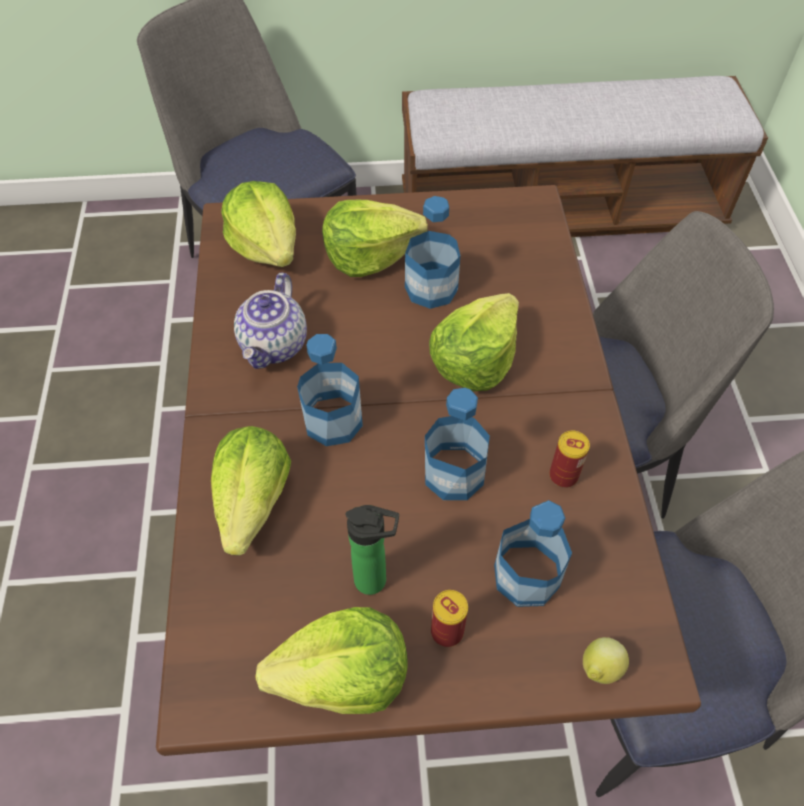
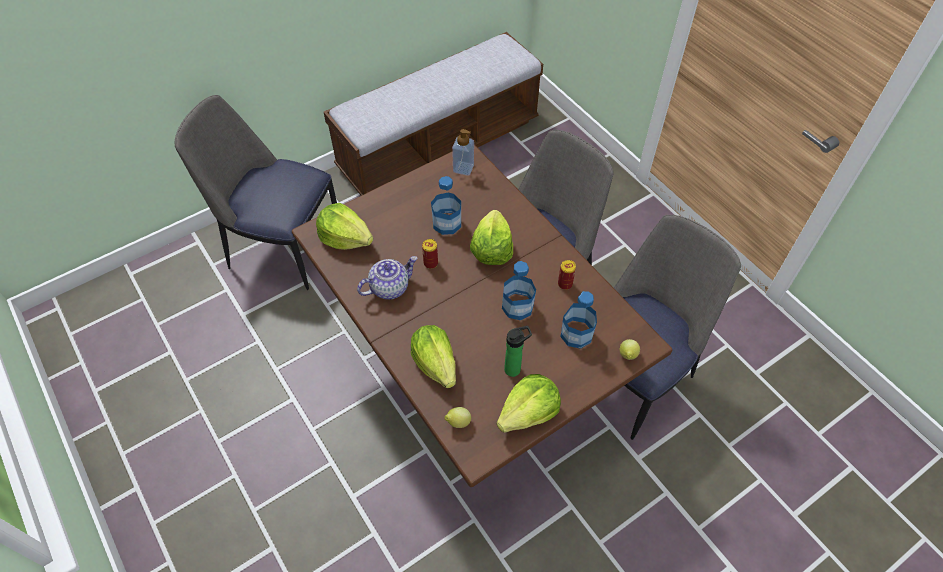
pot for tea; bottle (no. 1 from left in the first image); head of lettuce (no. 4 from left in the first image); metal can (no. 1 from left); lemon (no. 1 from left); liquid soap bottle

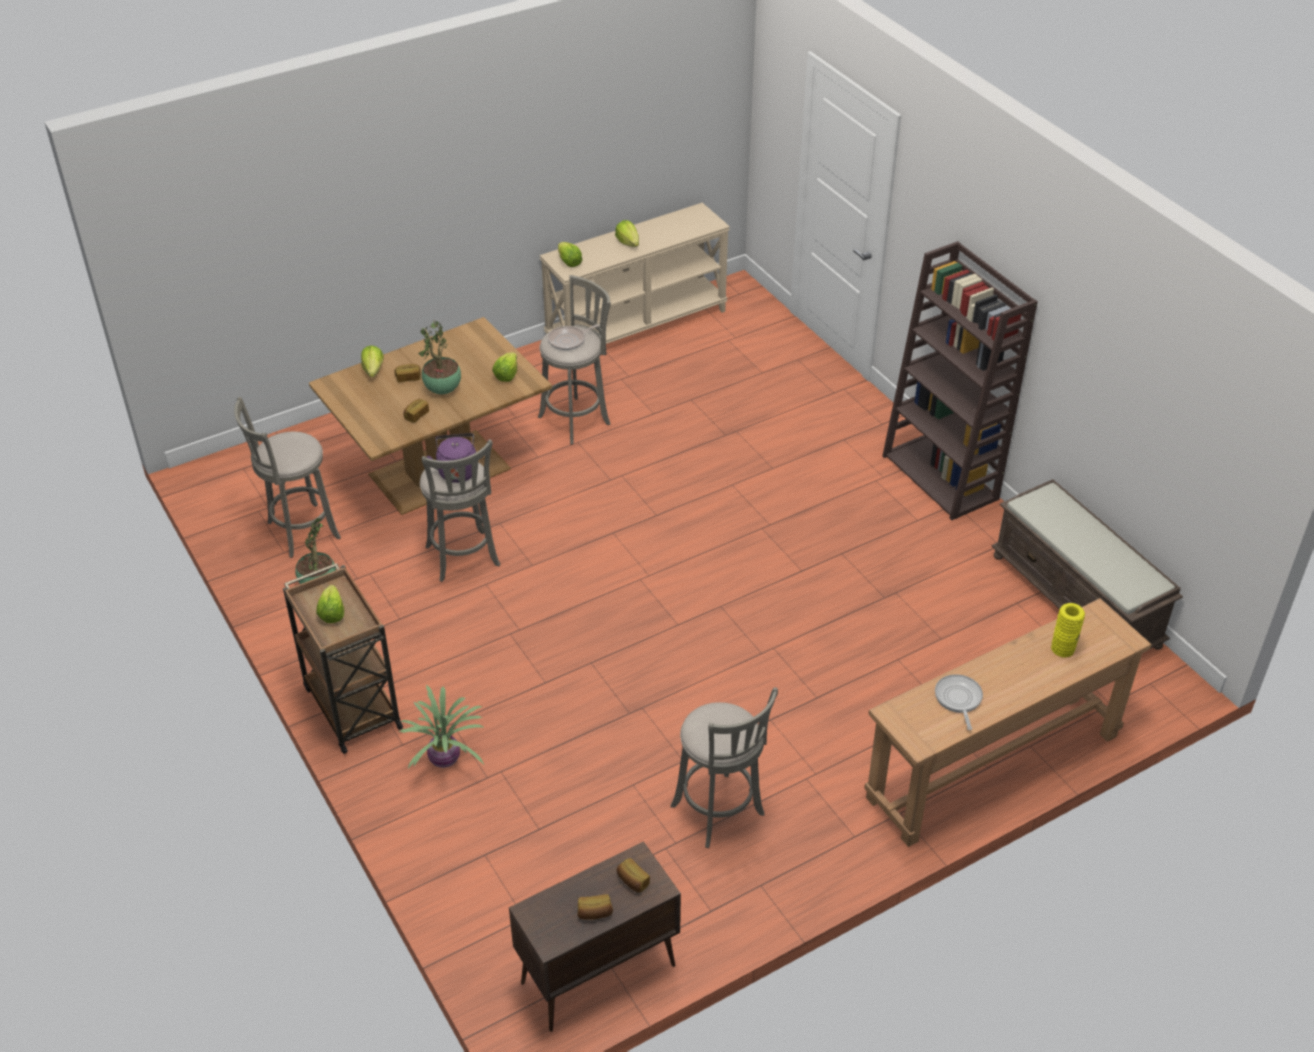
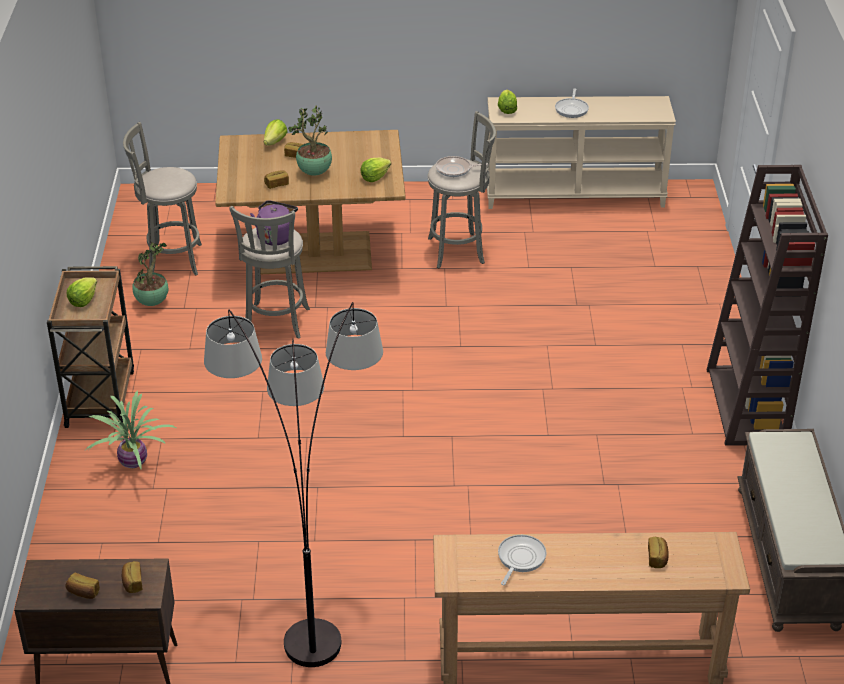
frying pan (no. 3 from left); standard lamp; baked bread (no. 5 from left)

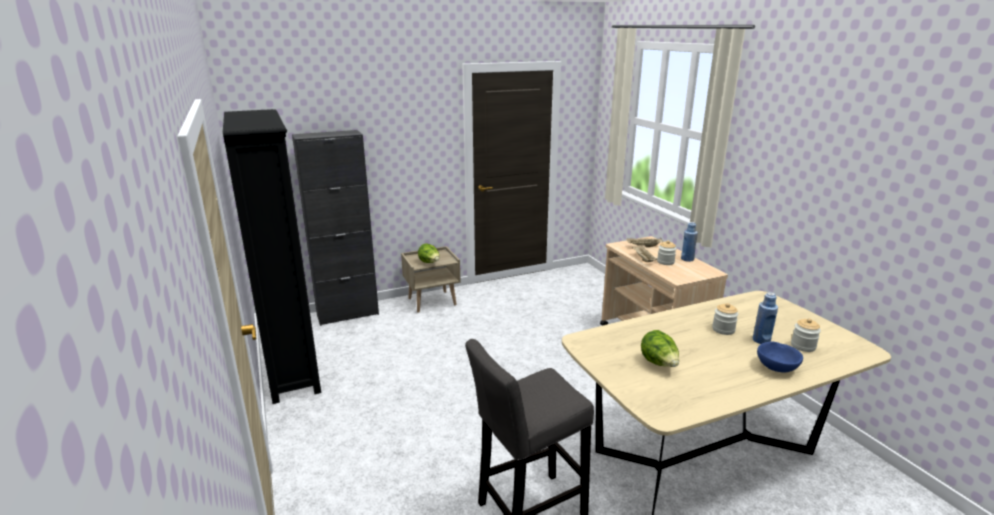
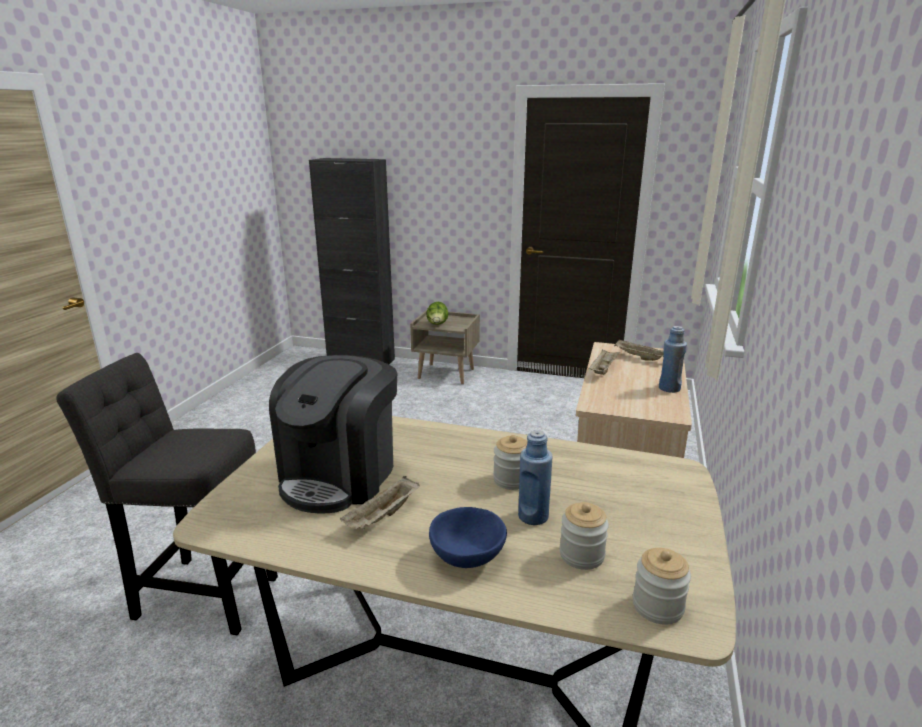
blackish shelving unit; coffee brewer; preserve jar (no. 3 from left); beige-coloured serving tray (no. 1 from left)

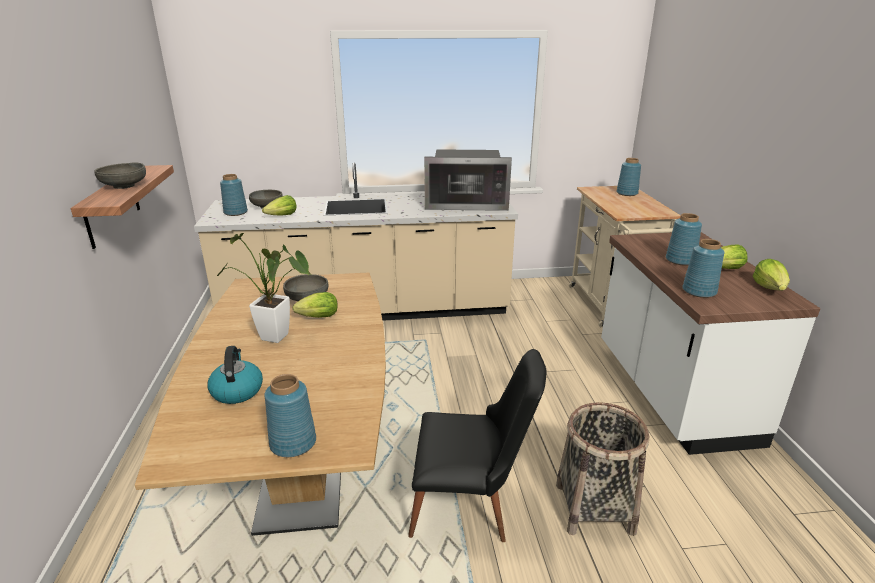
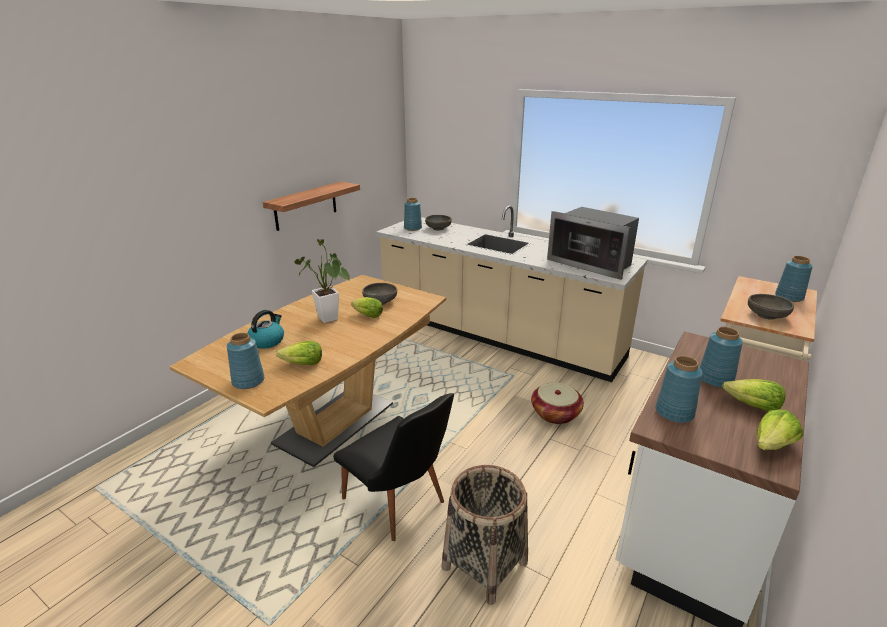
grey deep dish (no. 3 from left); head of lettuce (no. 1 from left); storage basket (no. 2 from left)

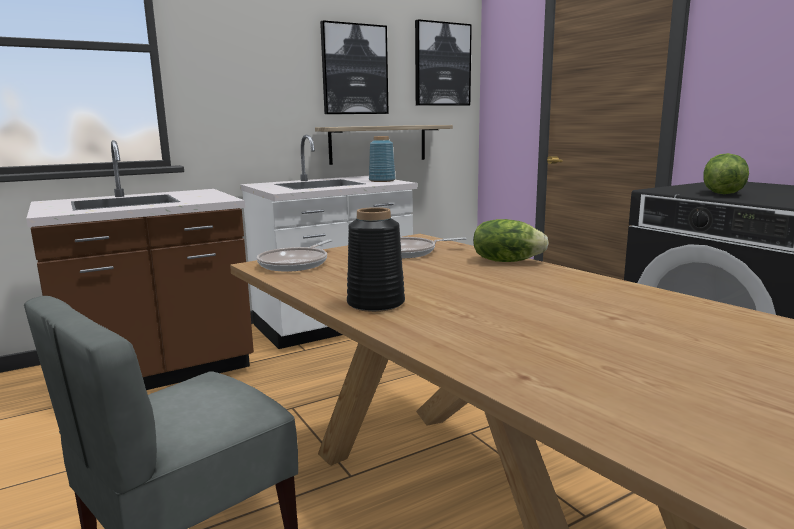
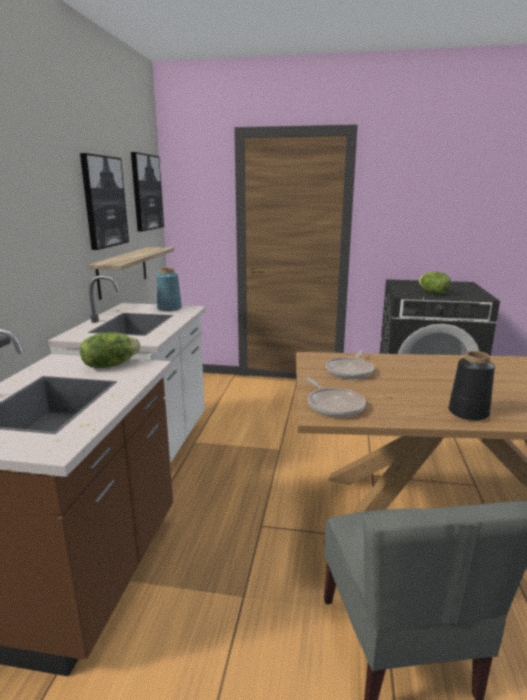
head of lettuce (no. 1 from left)

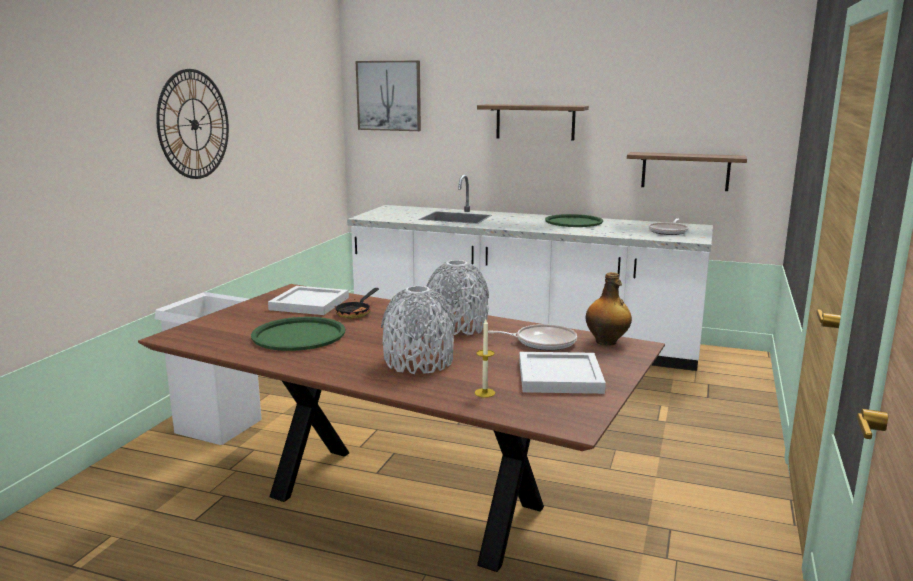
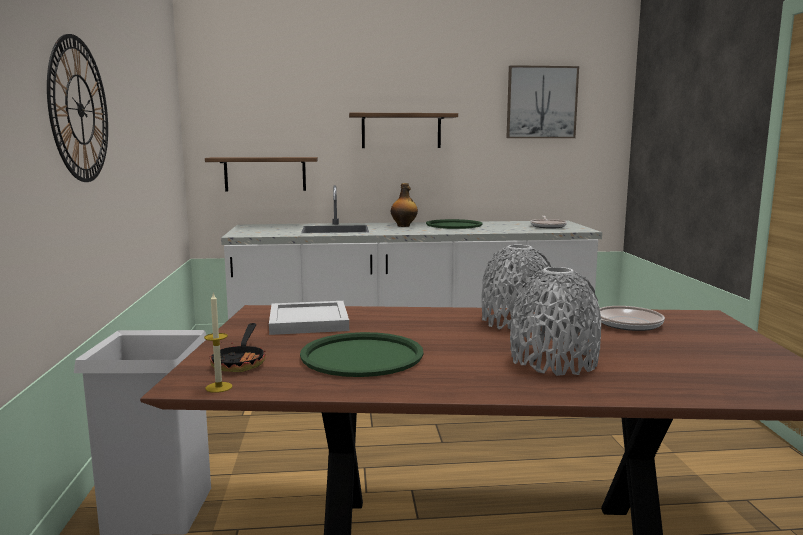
frying pan (no. 1 from left); wall art; candle; whitish serving tray (no. 2 from left in the first image); bottle; wall shelf (no. 1 from left)

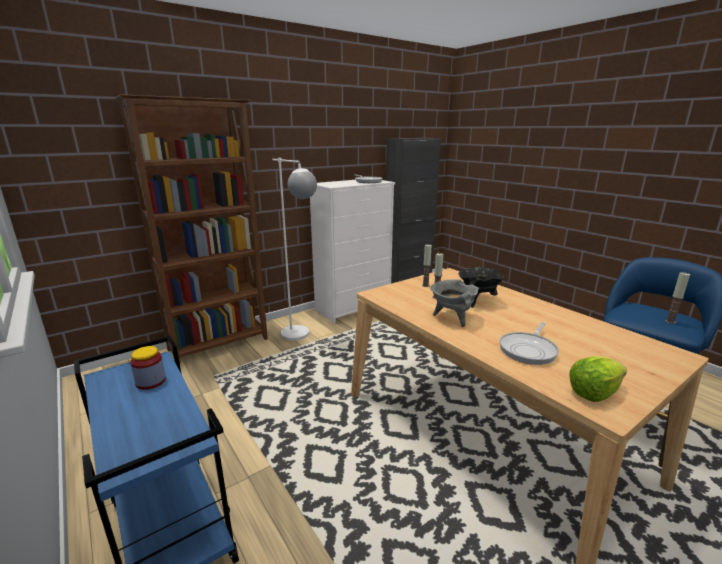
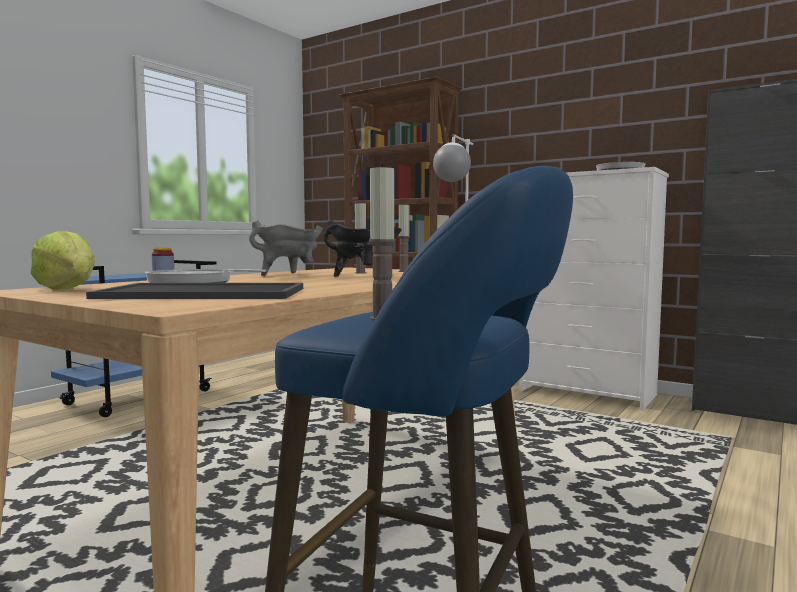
serving tray

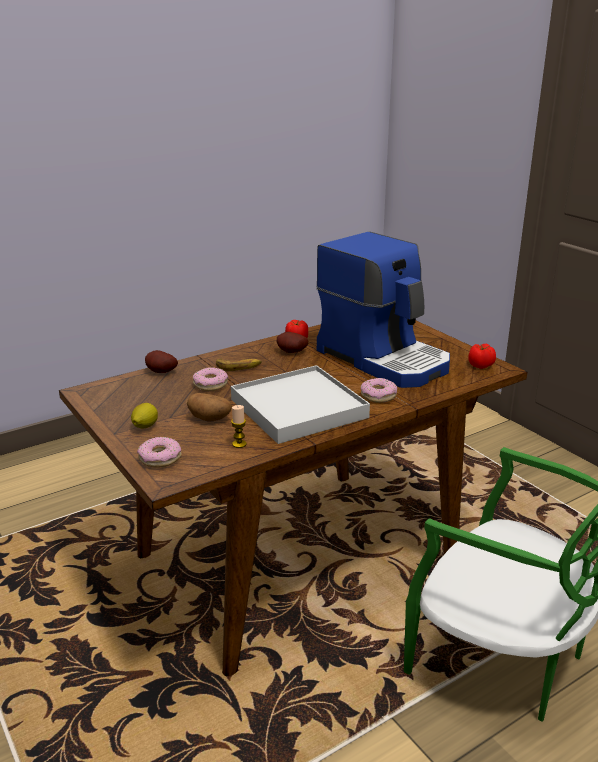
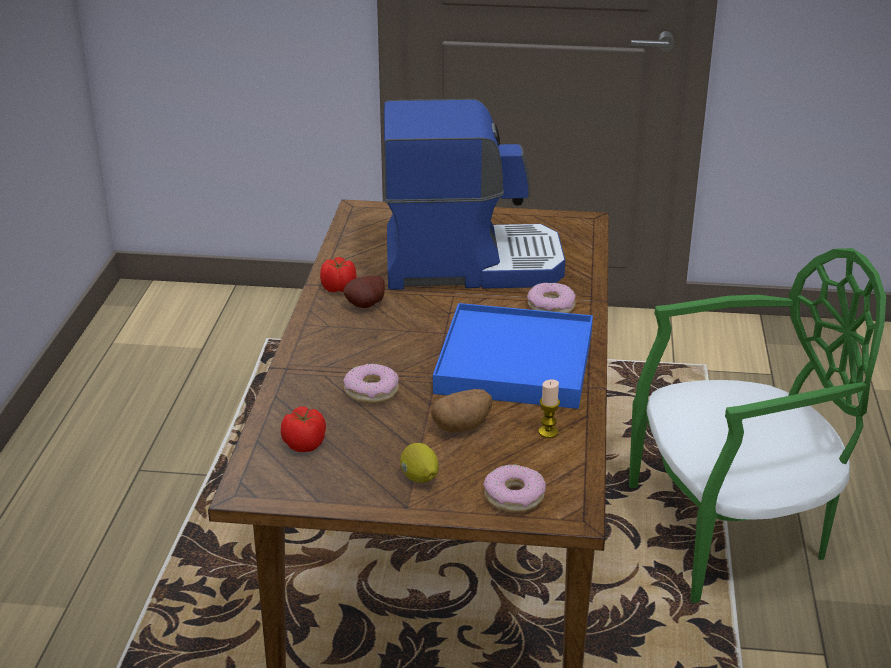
whole potato (no. 1 from left in the first image); banana fruit; blue serving tray; tomato (no. 1 from left)

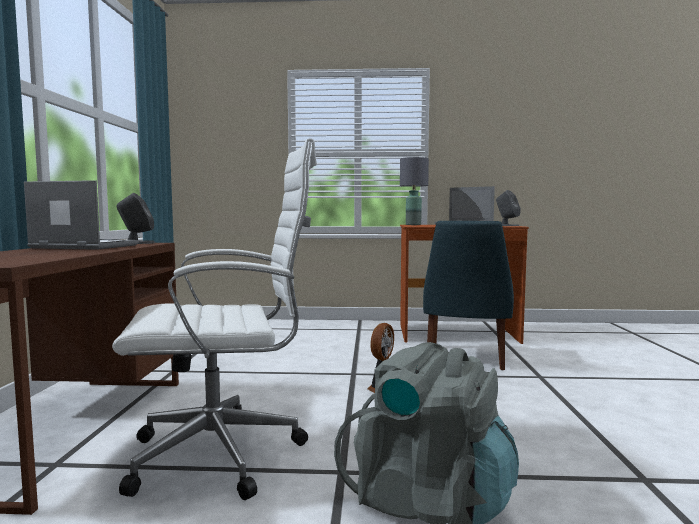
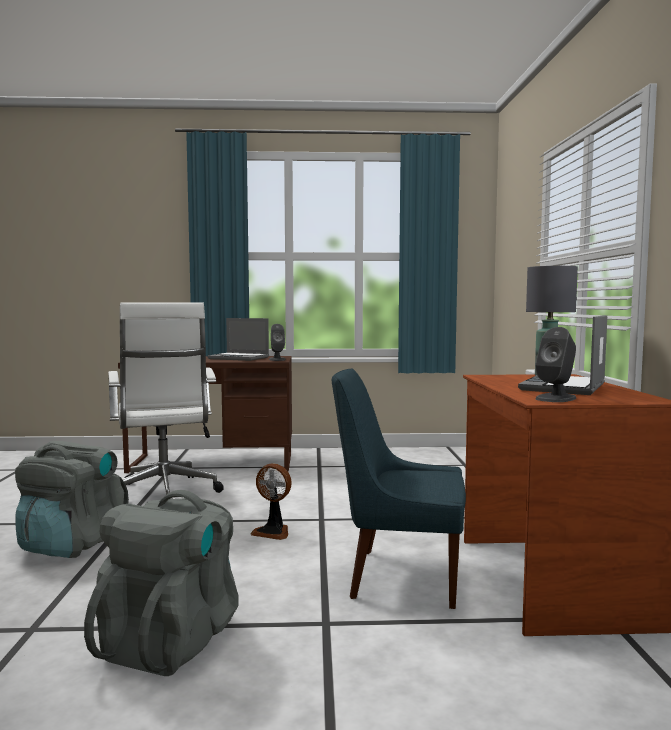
notebook computer (no. 1 from left); grey backpack (no. 2 from left)

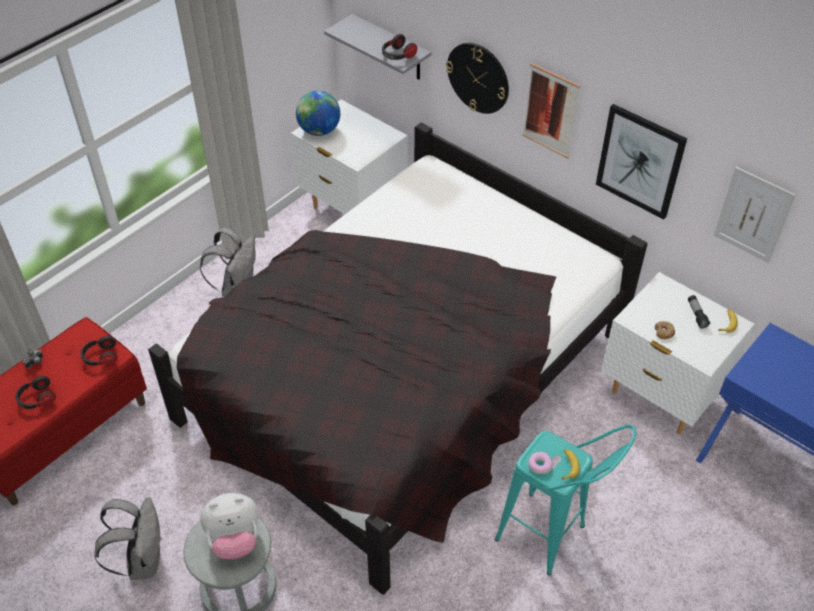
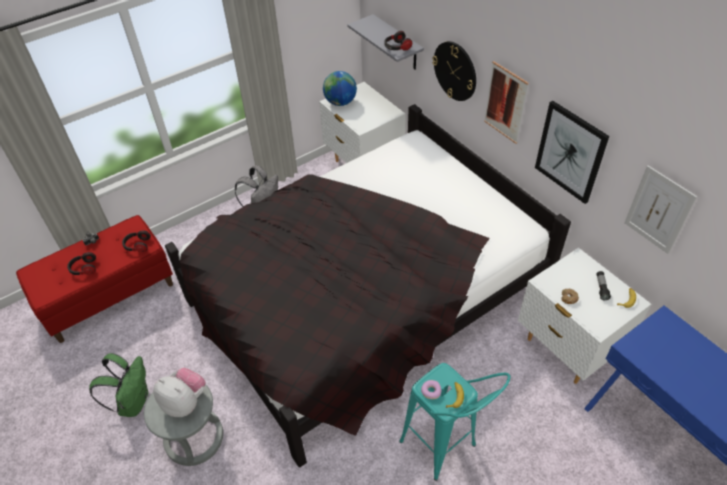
green-coloured backpack; cuddly toy

